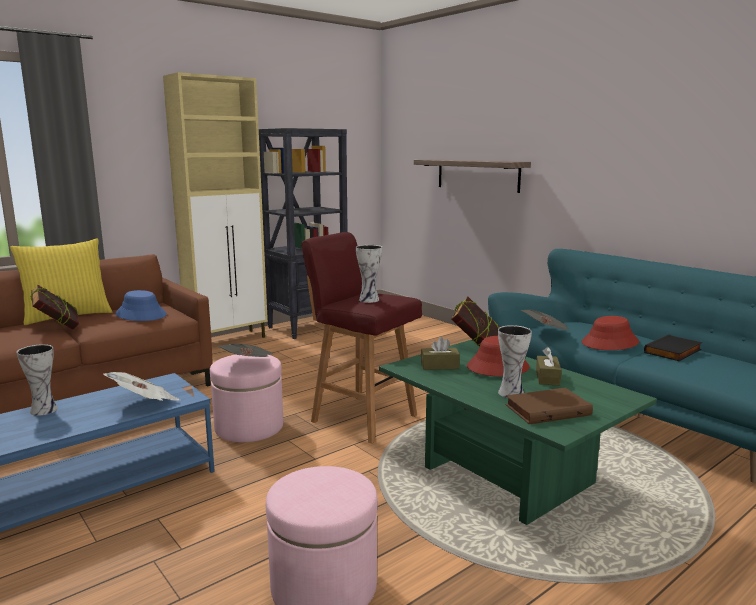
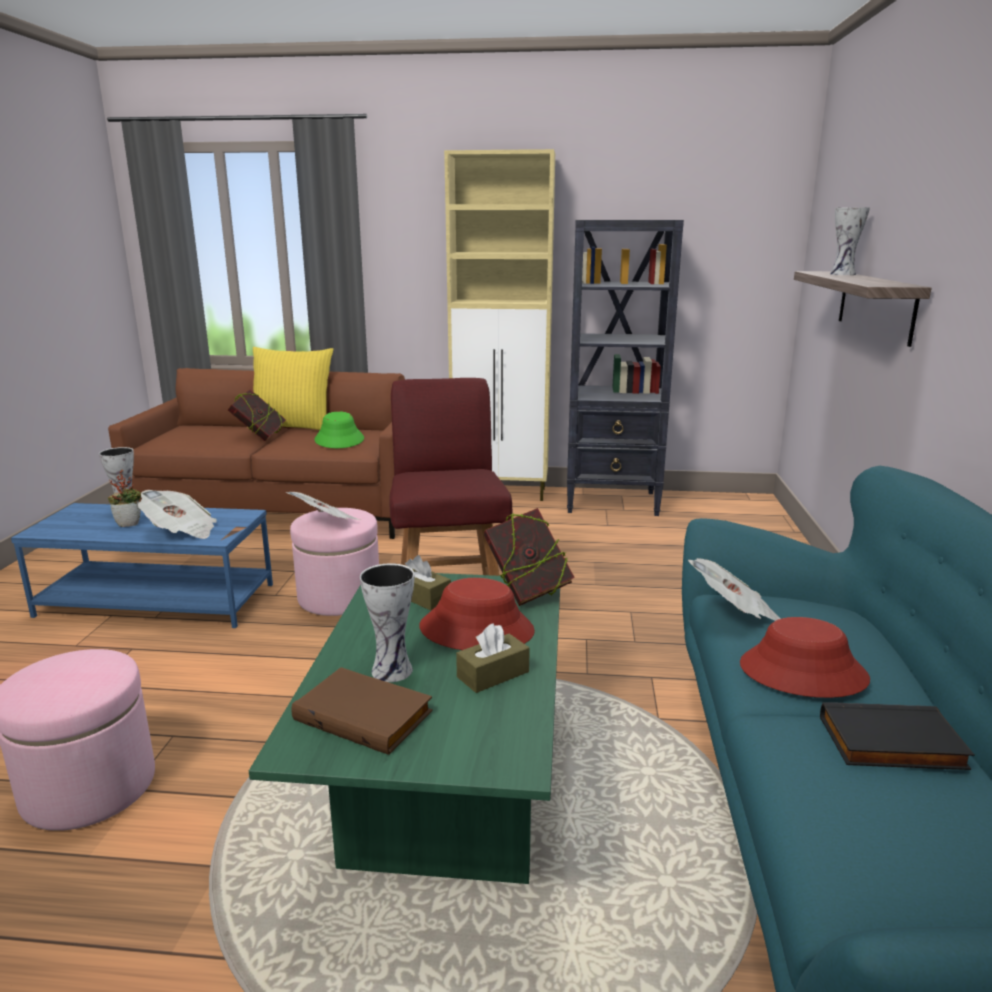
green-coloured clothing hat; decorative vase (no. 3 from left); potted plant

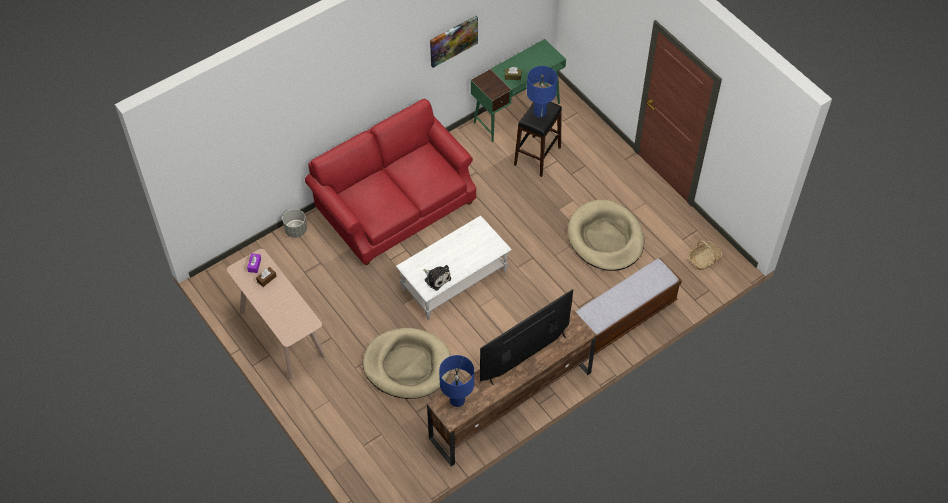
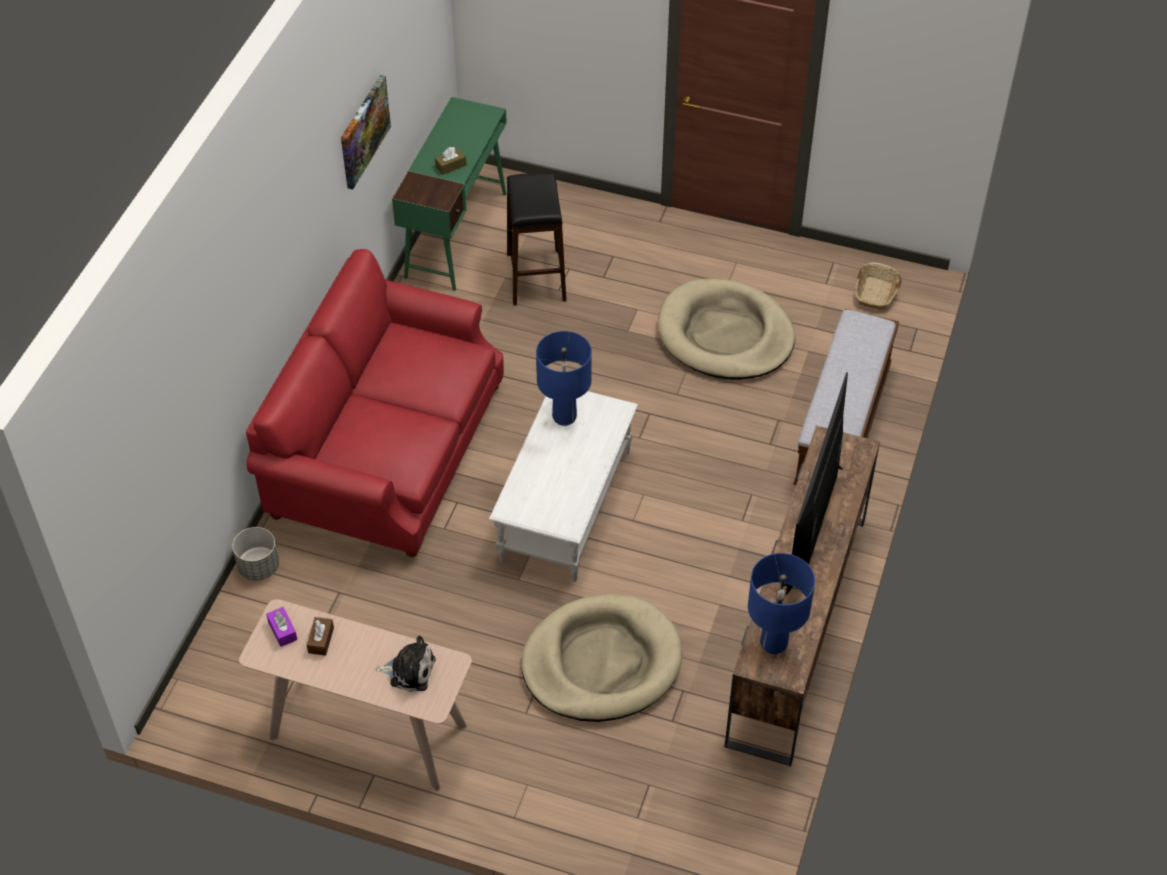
cuddly toy; blue lamp for a table (no. 1 from left)

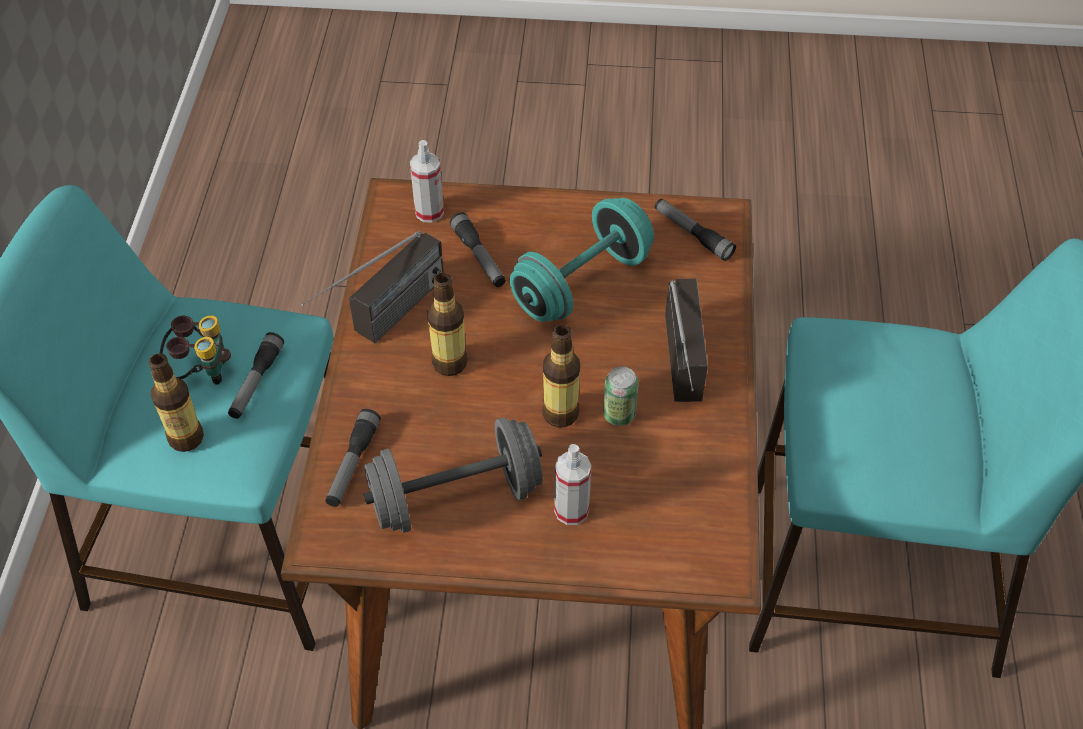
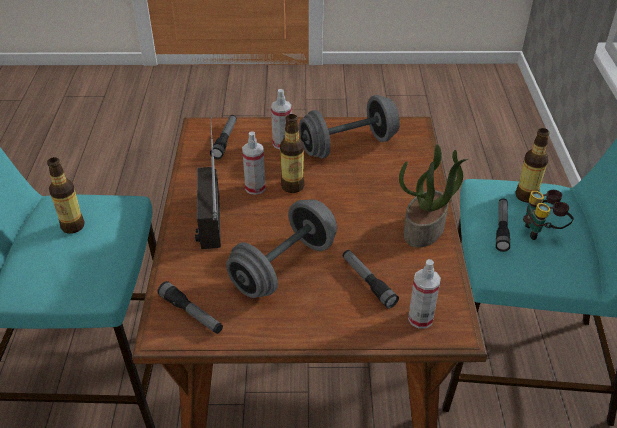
potted plant; torch (no. 2 from left); bottle (no. 1 from left); grey free weight (no. 1 from left); sprayer (no. 1 from left)

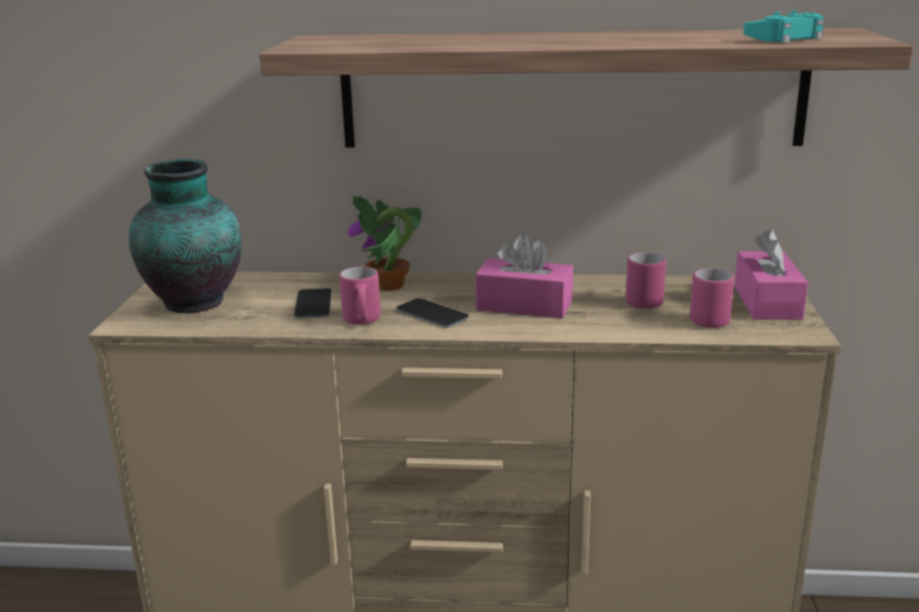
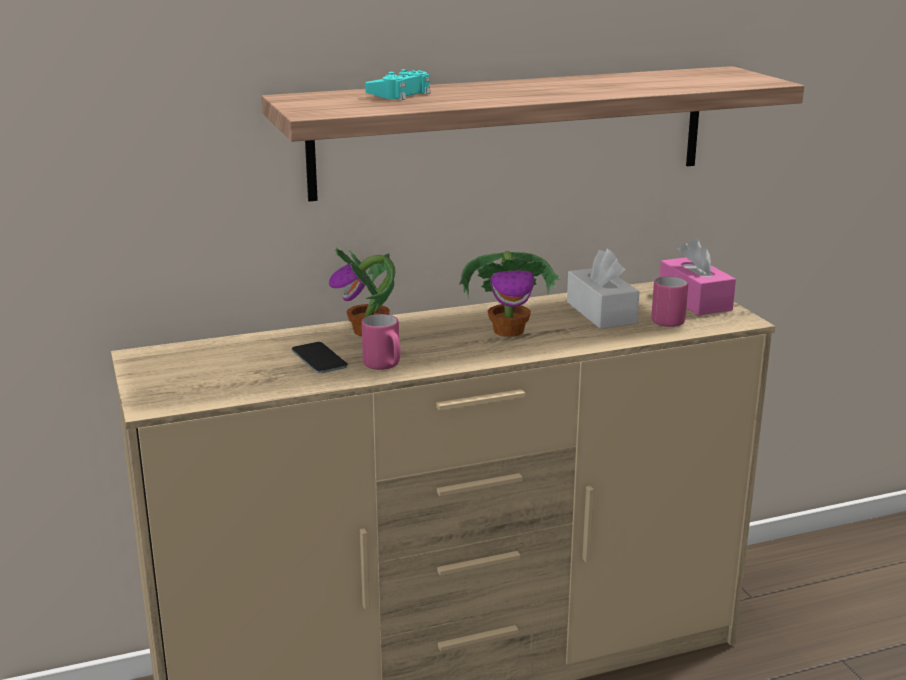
decorative vase; handset (no. 2 from left in the first image); potted plant (no. 2 from left); whitish tissue box; turquoise game controller

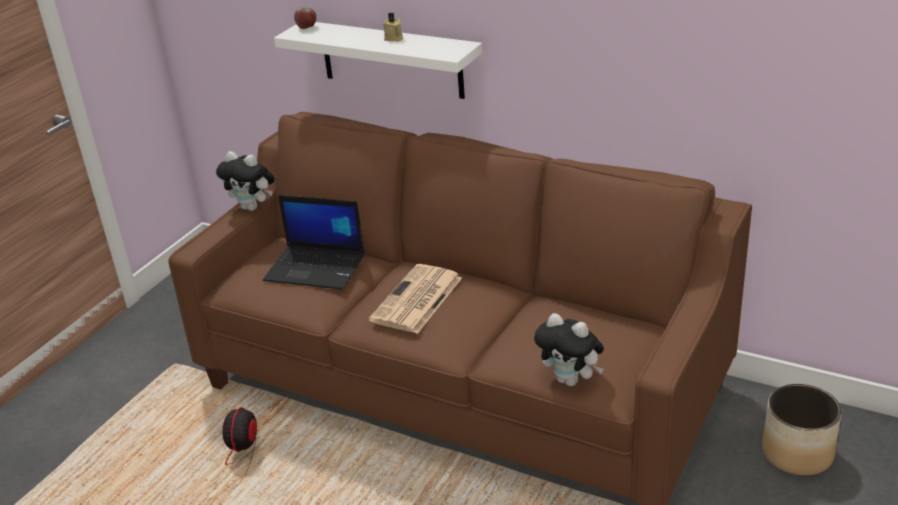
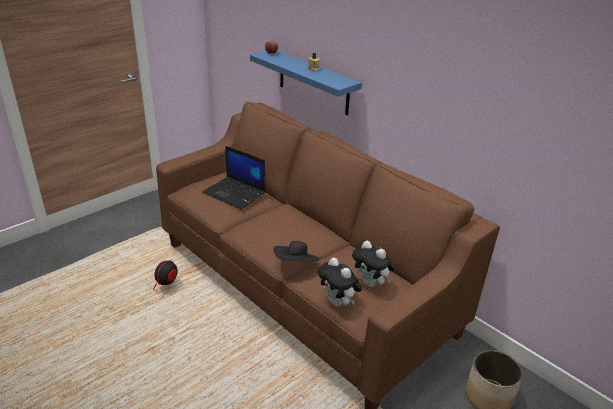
cuddly toy (no. 2 from left); blue wall shelf; daily paper; blackish clothing hat

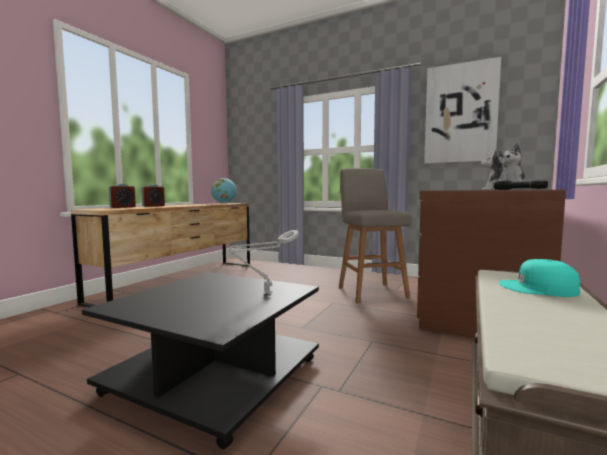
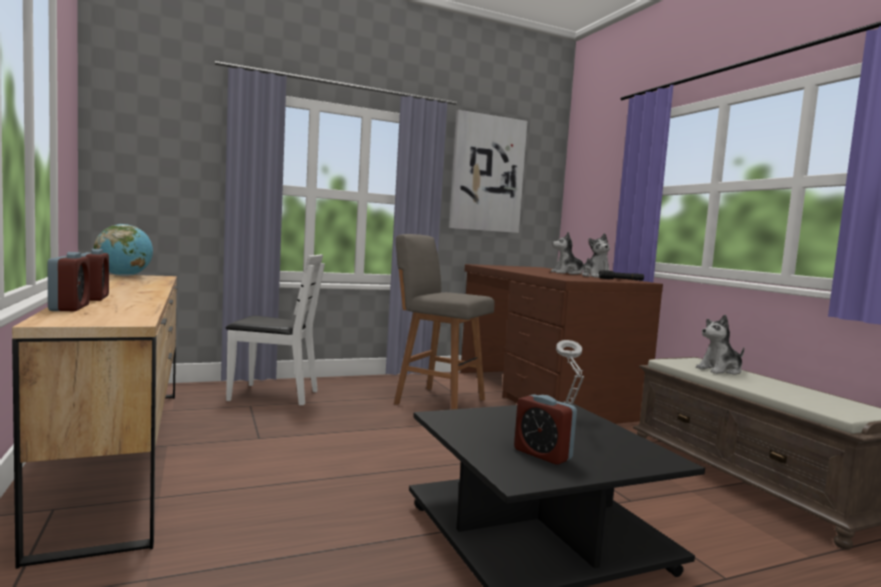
cuddly toy (no. 3 from left); whitish plain chair; alarm clock (no. 3 from left)

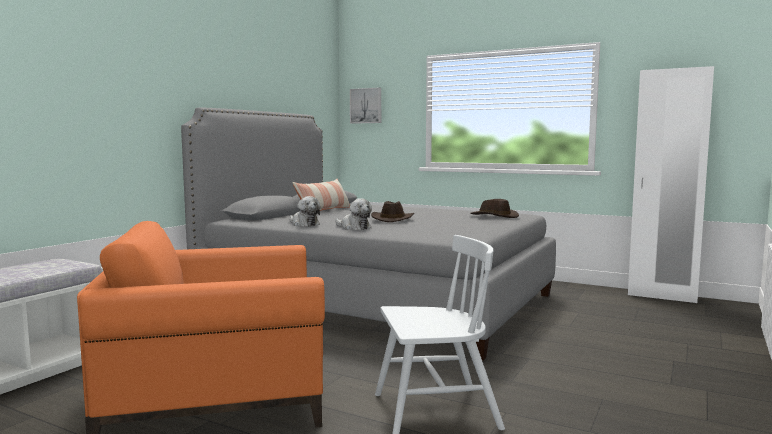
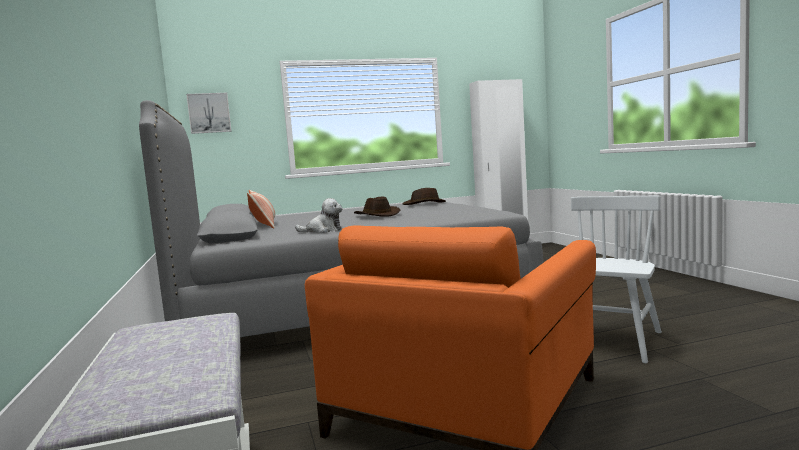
cuddly toy (no. 2 from left in the first image)

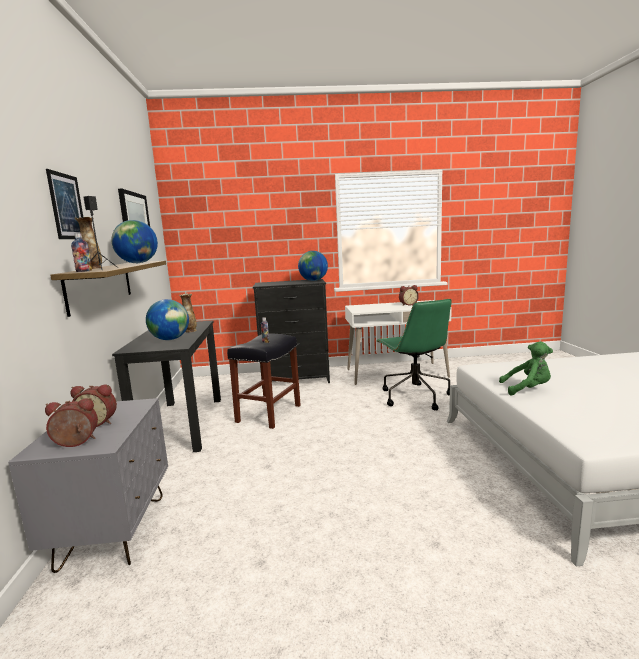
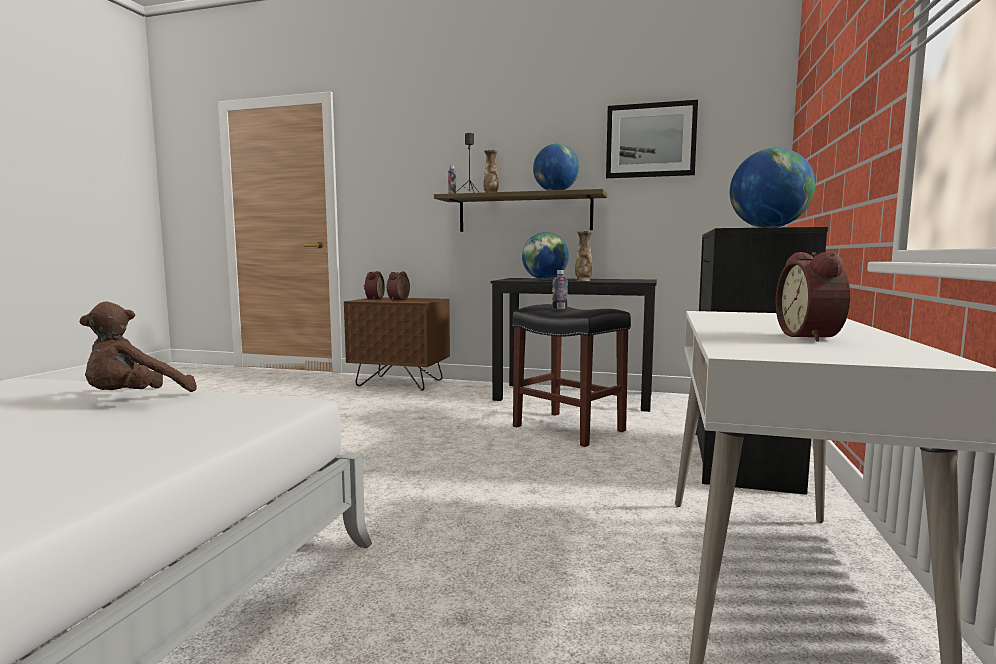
brownish night table; wall art (no. 1 from left in the first image); green-coloured office chair; brownish cuddly toy

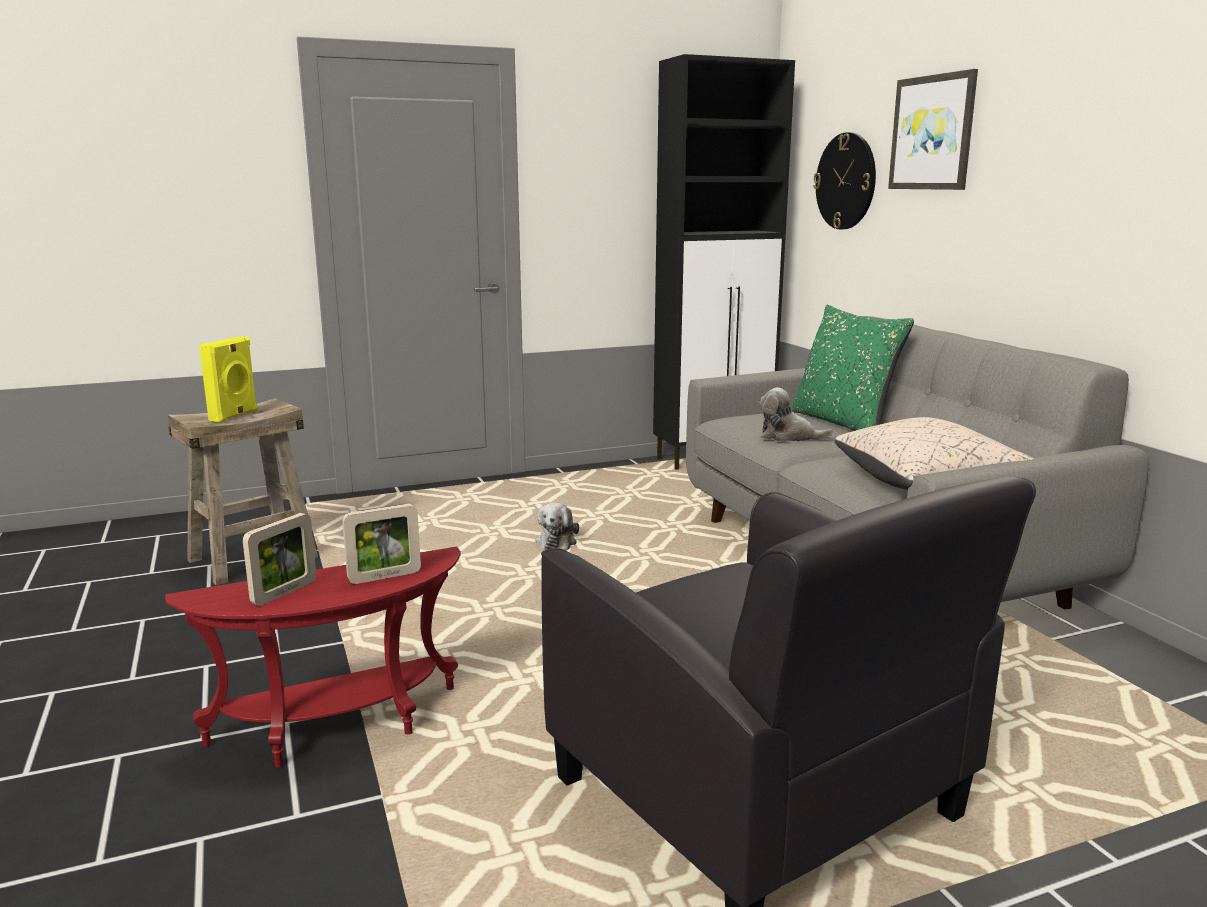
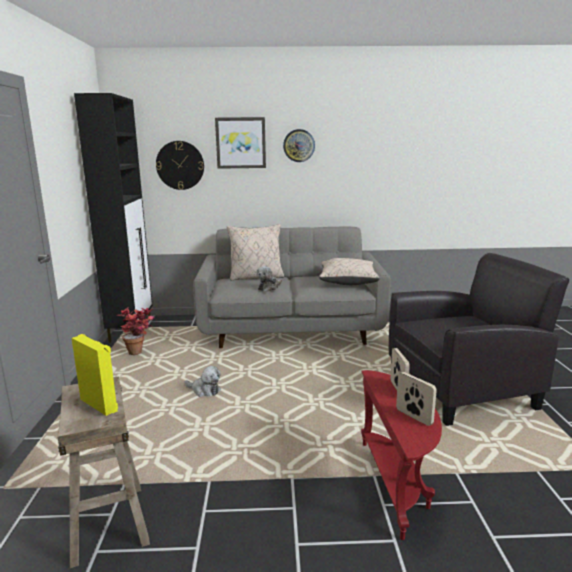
beige-coloured pillow (no. 1 from left); potted plant; wall clock (no. 2 from left)

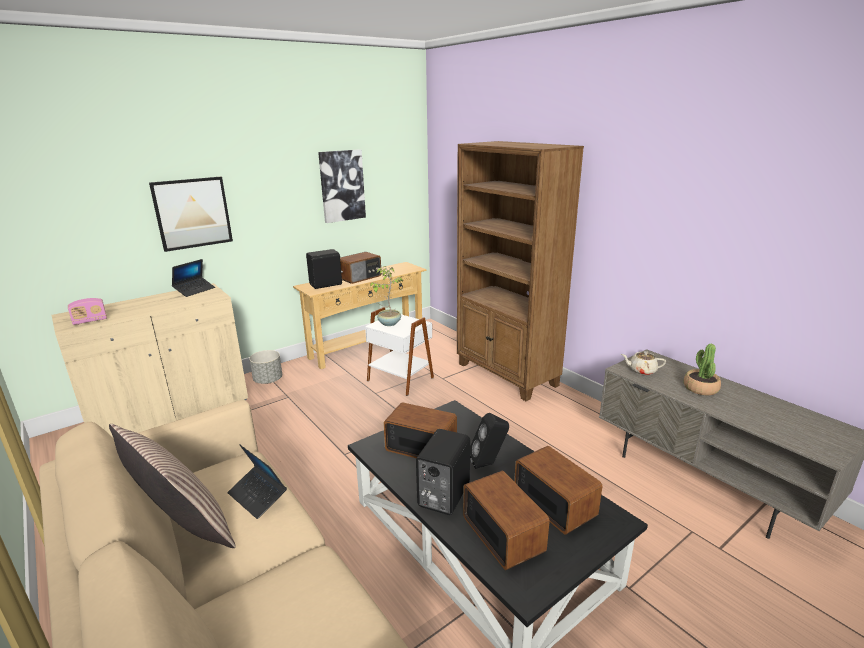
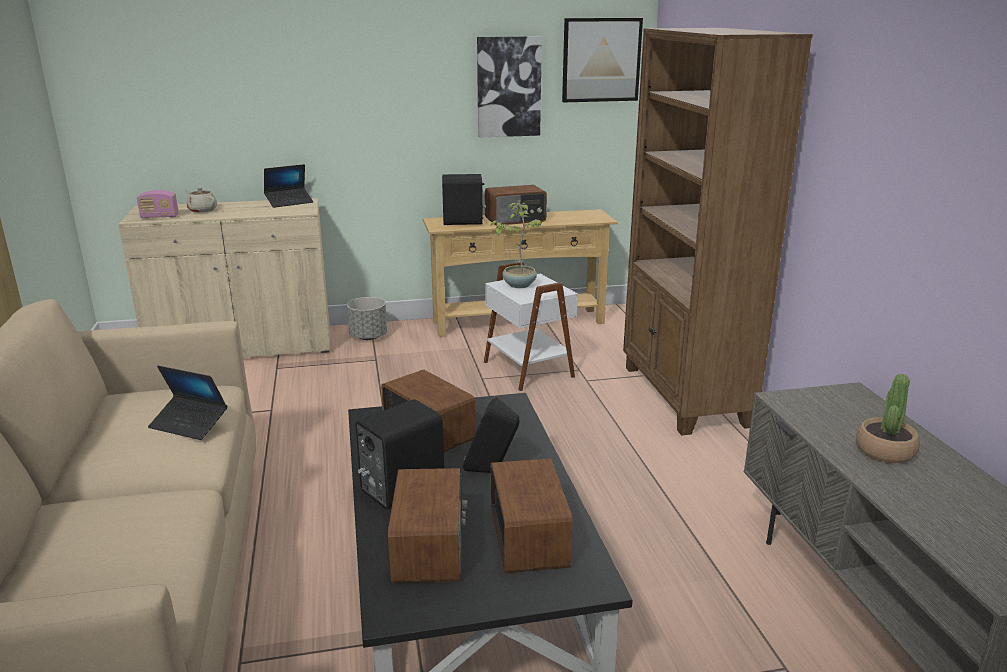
pillow; wall art (no. 2 from left); notebook computer (no. 1 from left); beige-coloured pot for tea

